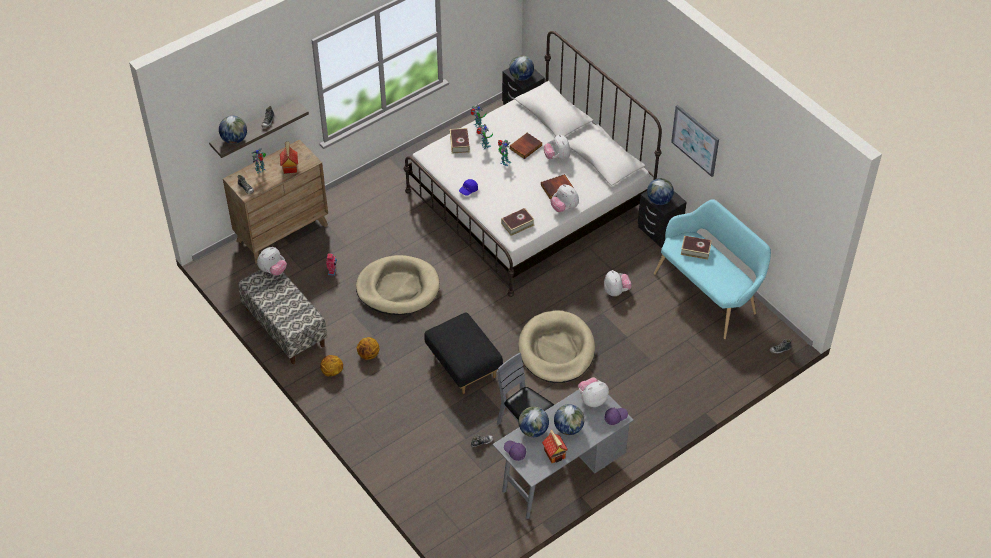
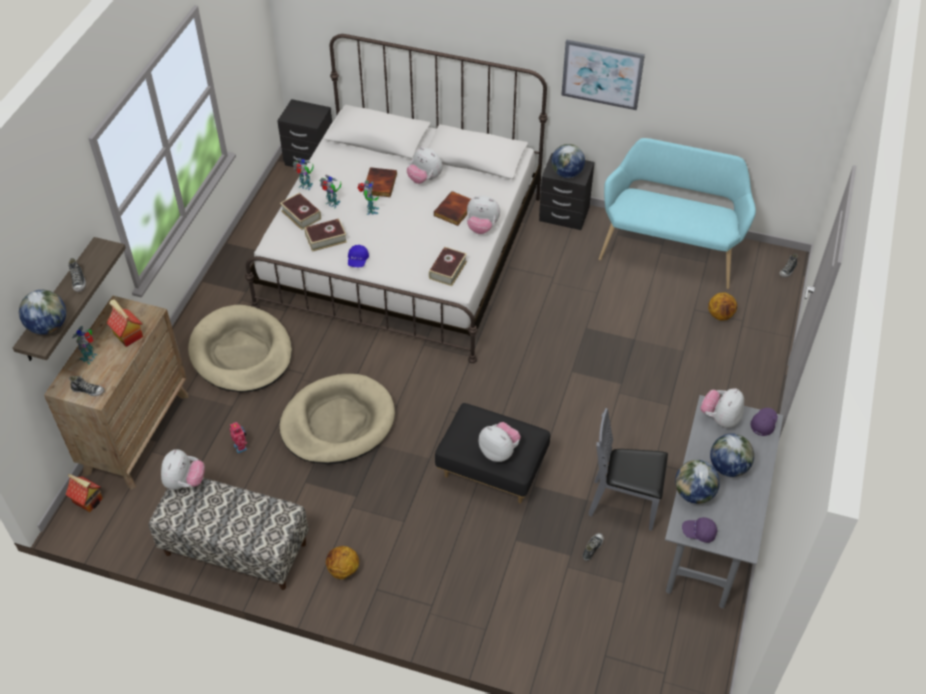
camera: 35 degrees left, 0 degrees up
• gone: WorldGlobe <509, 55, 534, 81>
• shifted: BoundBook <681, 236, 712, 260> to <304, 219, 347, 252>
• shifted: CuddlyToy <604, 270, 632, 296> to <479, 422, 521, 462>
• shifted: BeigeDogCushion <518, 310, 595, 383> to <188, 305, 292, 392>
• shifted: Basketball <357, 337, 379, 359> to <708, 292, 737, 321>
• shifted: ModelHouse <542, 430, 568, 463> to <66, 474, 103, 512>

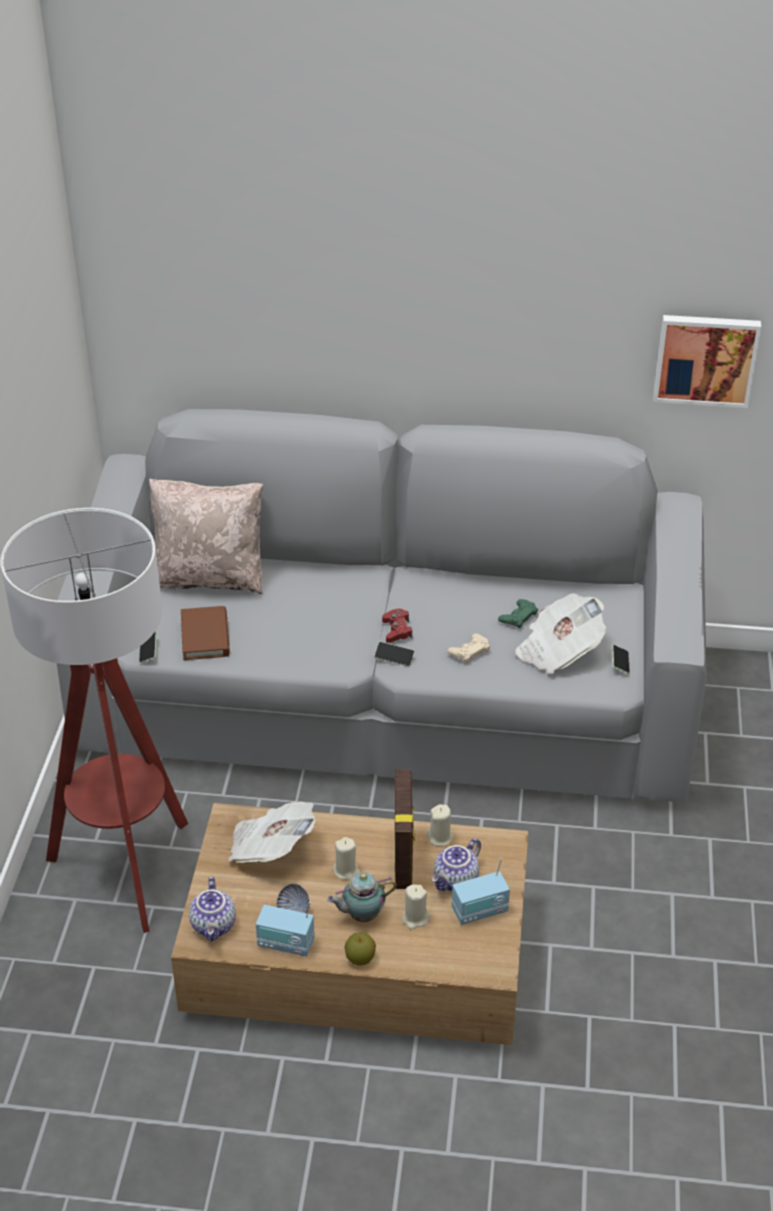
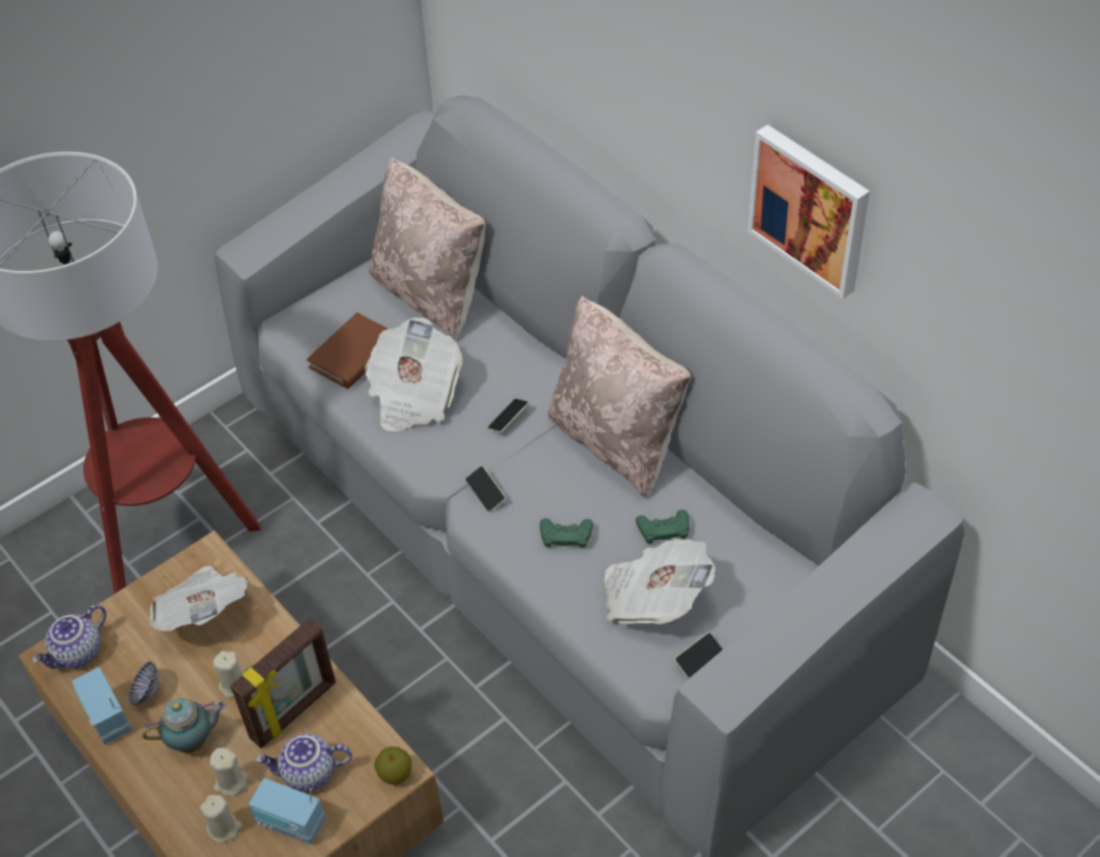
camera: 45 degrees right, 10 degrees up
• shifted: Picture <653, 315, 761, 408> to <748, 125, 870, 299>
• gone: RedColouredGamepad <382, 609, 412, 643>
• shifted: Telephone <139, 631, 157, 663> to <488, 399, 529, 433>
• repainted: BeigeGamepad <447, 634, 491, 663> to GreenGamepad <540, 518, 593, 548>
• shifted: BeigeWaxCandle <427, 804, 454, 846> to <200, 795, 242, 843>
• rotated: PotForTea <327, 872, 397, 922> = <142, 698, 226, 753> 135 degrees clockwise
• shifted: Apple <344, 932, 376, 966> to <374, 747, 412, 785>
• new: BeigePillow <547, 295, 690, 497>
• new: Newspaper <365, 317, 463, 431>

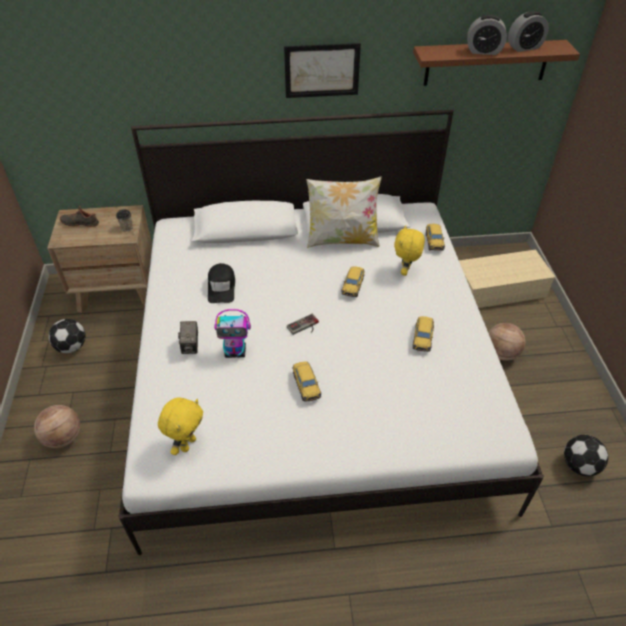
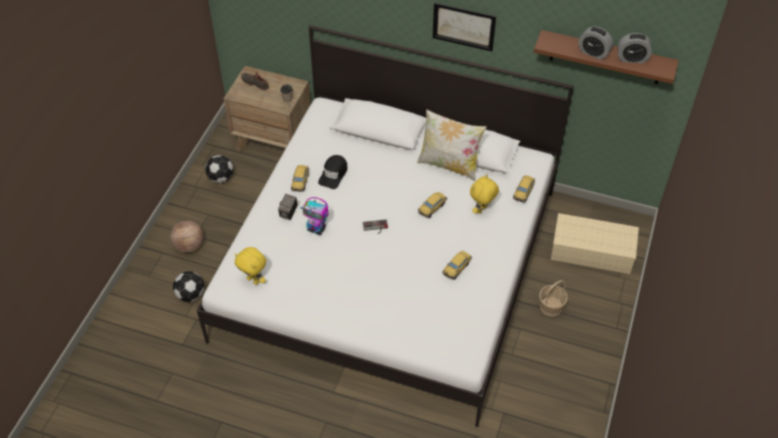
camera: 25 degrees right, 5 degrees up
• swapped: Basketball <488, 323, 525, 361> to Basket <539, 280, 568, 316>
• shifted: ToyCar <292, 361, 321, 402> to <291, 165, 309, 192>
• rotated: YellowCuddlyToy <158, 398, 203, 455> = <235, 247, 266, 285> 75 degrees clockwise
• shifted: Football <564, 435, 608, 476> to <173, 271, 204, 302>

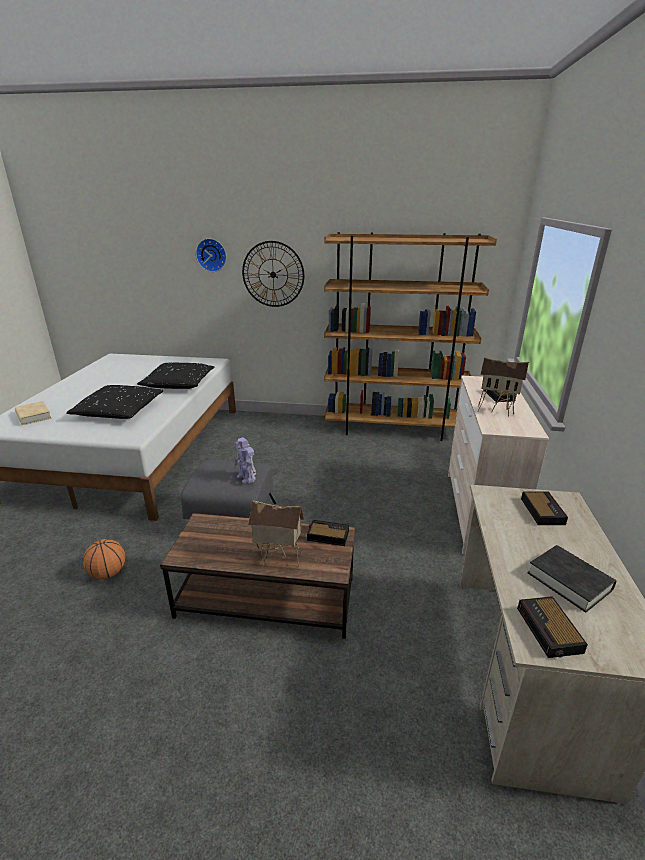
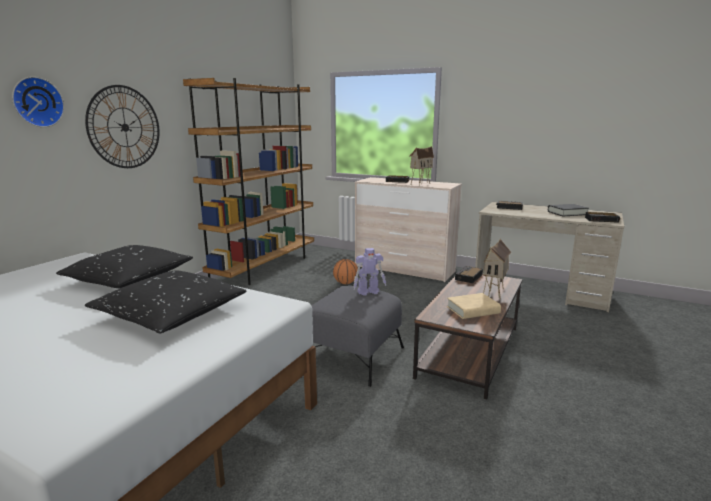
camera: 70 degrees left, 10 degrees down
• shifted: BeigeBoundBook <15, 401, 52, 425> to <447, 293, 501, 319>
• shifted: Basketball <83, 539, 125, 579> to <333, 259, 358, 284>

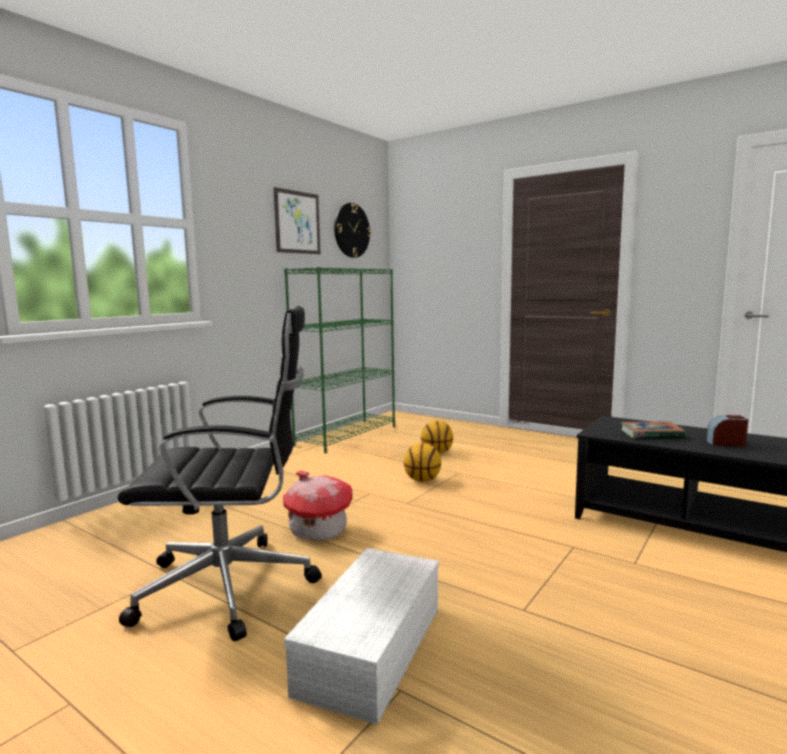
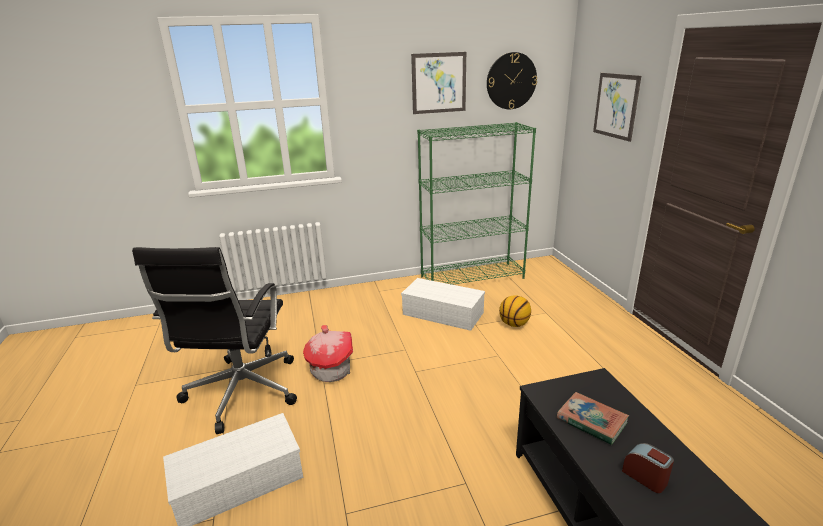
camera: 40 degrees right, 15 degrees up
• rotated: BlackColouredComputerChair <118, 306, 322, 641> = <132, 247, 297, 434> 60 degrees clockwise
• gone: Basketball <404, 443, 441, 482>
• new: Picture <593, 73, 641, 142>
• new: WhitishStorageContainer <401, 278, 485, 331>

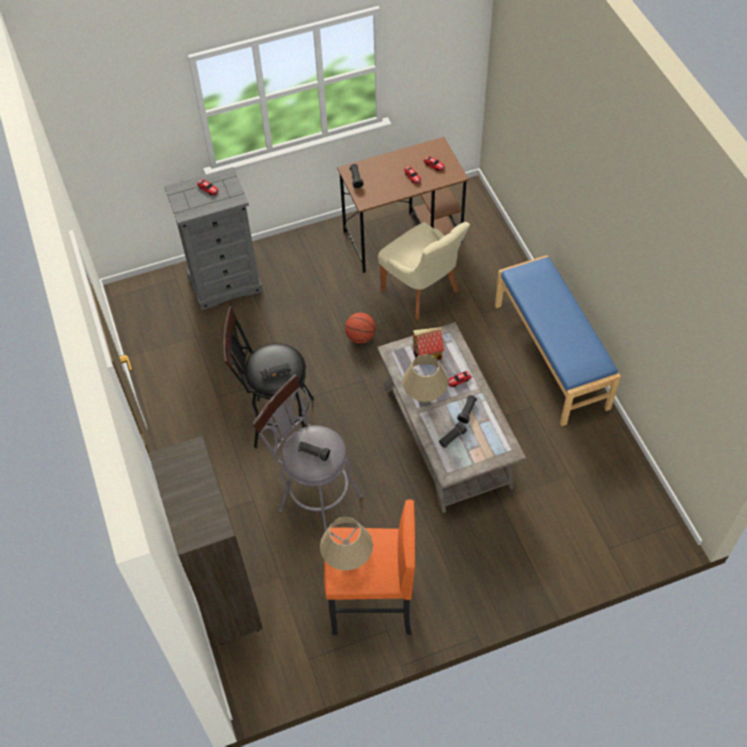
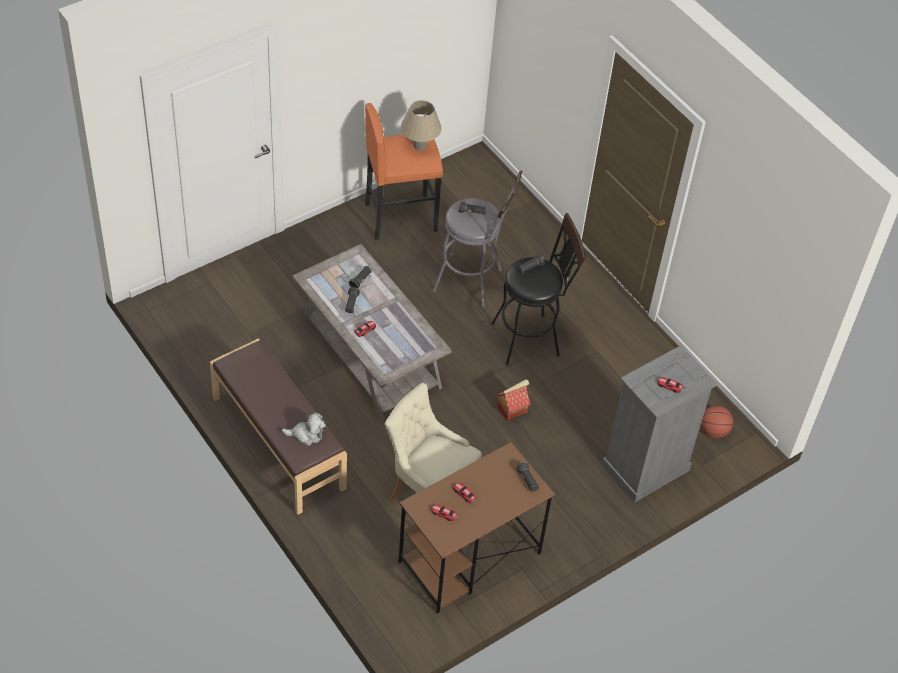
camera: 160 degrees right, 5 degrees down
• repainted: BlueColouredIndoorBench <495, 255, 621, 426> to BrownishIndoorBench <210, 338, 347, 515>
• shifted: Basketball <345, 313, 376, 344> to <701, 405, 733, 438>
• shifted: ModelHouse <412, 327, 444, 360> to <496, 379, 531, 421>
• gone: BeigeTableLamp <402, 354, 448, 404>
• gone: BrownishBookshelf <148, 436, 263, 646>
• new: CuddlyToy <281, 412, 326, 446>

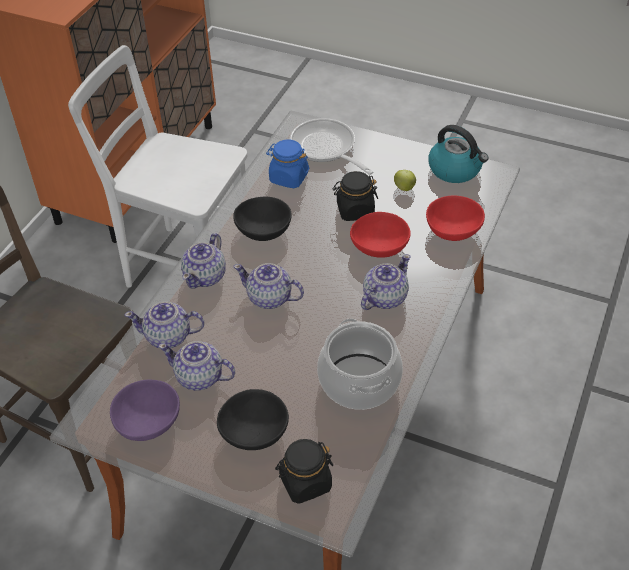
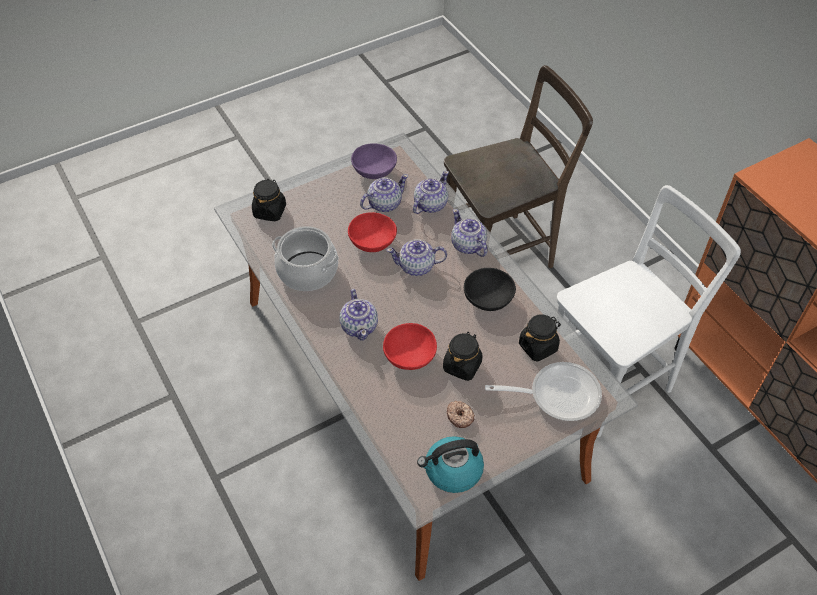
camera: 125 degrees right, 5 degrees up
• repainted: BlueColouredJar <266, 139, 309, 188> to BlackColouredJar <519, 314, 561, 362>
• swapped: Apple <394, 170, 416, 191> to RingDoughnut <447, 401, 475, 428>
• shifted: RedColouredDeepDish <426, 196, 485, 241> to <348, 212, 397, 252>
• rotated: PotForTea <233, 263, 304, 309> = <387, 239, 447, 276> 150 degrees counterclockwise
• gone: BlackColouredDeepDish <217, 389, 289, 450>

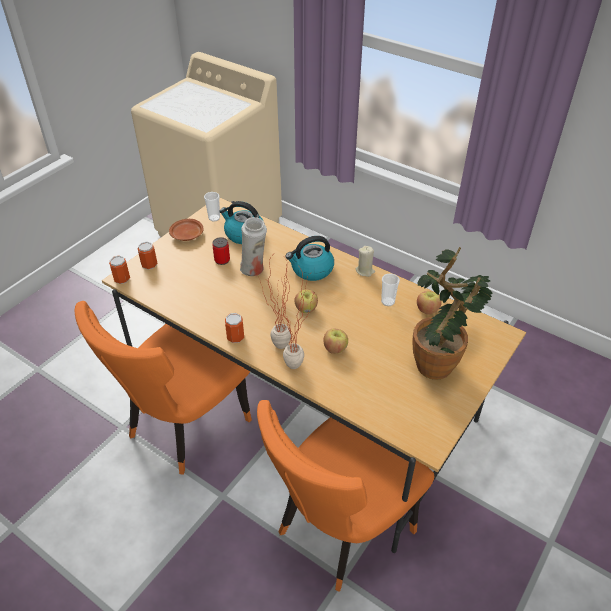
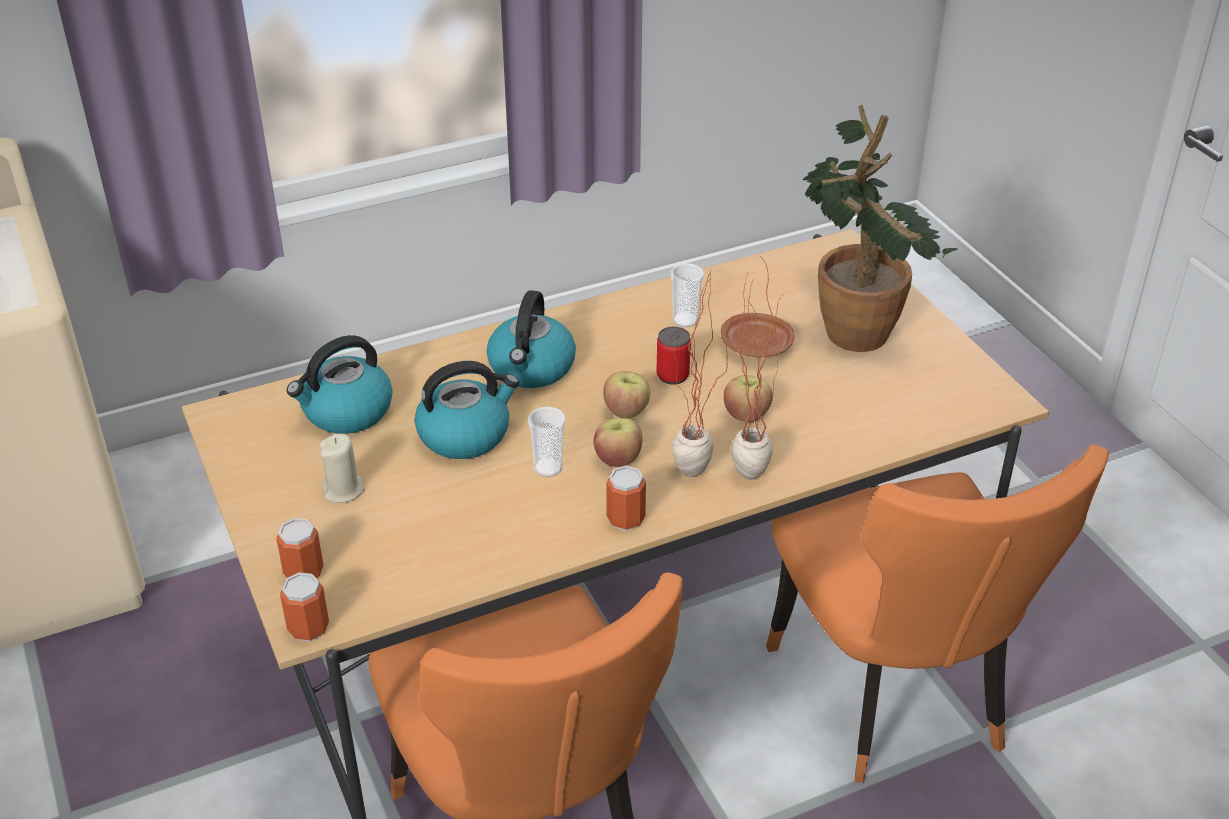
camera: 60 degrees left, 5 degrees down
• shifted: Cup <204, 192, 220, 221> to <528, 407, 566, 477>
• swapped: WhitishVase <240, 217, 267, 276> to TeaKettle <415, 361, 519, 459>
• shifted: BrownishFlatDish <169, 219, 204, 241> to <721, 313, 794, 357>
• shifted: MetalCan <212, 237, 230, 265> to <656, 327, 691, 385>
• shifted: BeigeWaxCandle <356, 246, 375, 277> to <320, 434, 365, 503>
• shifted: Apple <417, 291, 442, 315> to <594, 418, 642, 467>

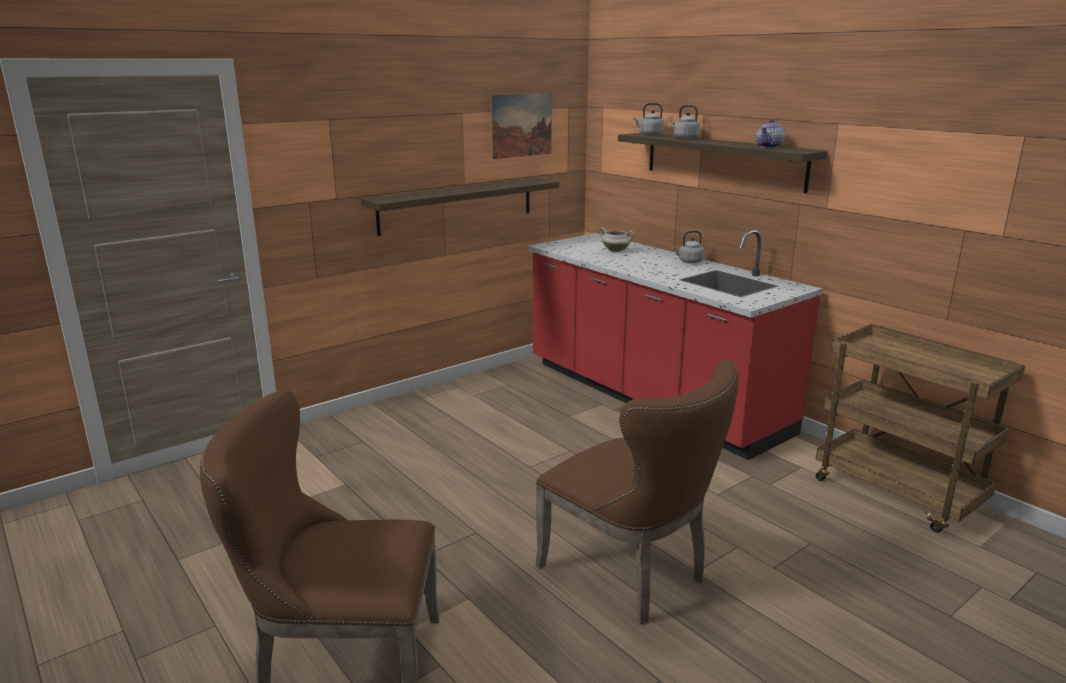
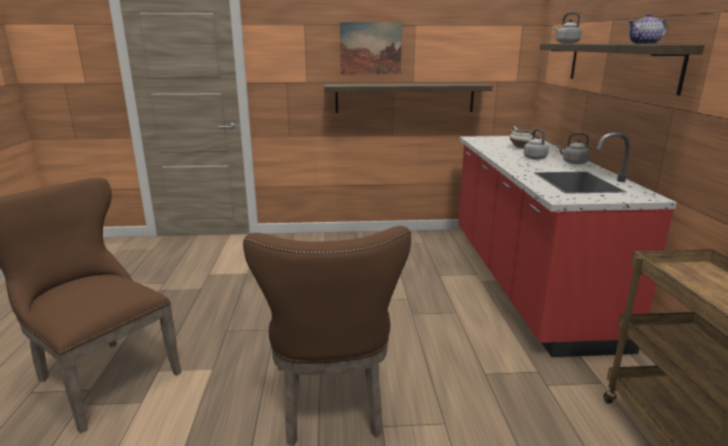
camera: 35 degrees right, 0 degrees up
• shifted: Picture <491, 93, 552, 159> to <340, 22, 402, 74>
• shifted: GreyishTeaKettle <670, 105, 700, 139> to <524, 129, 549, 159>

